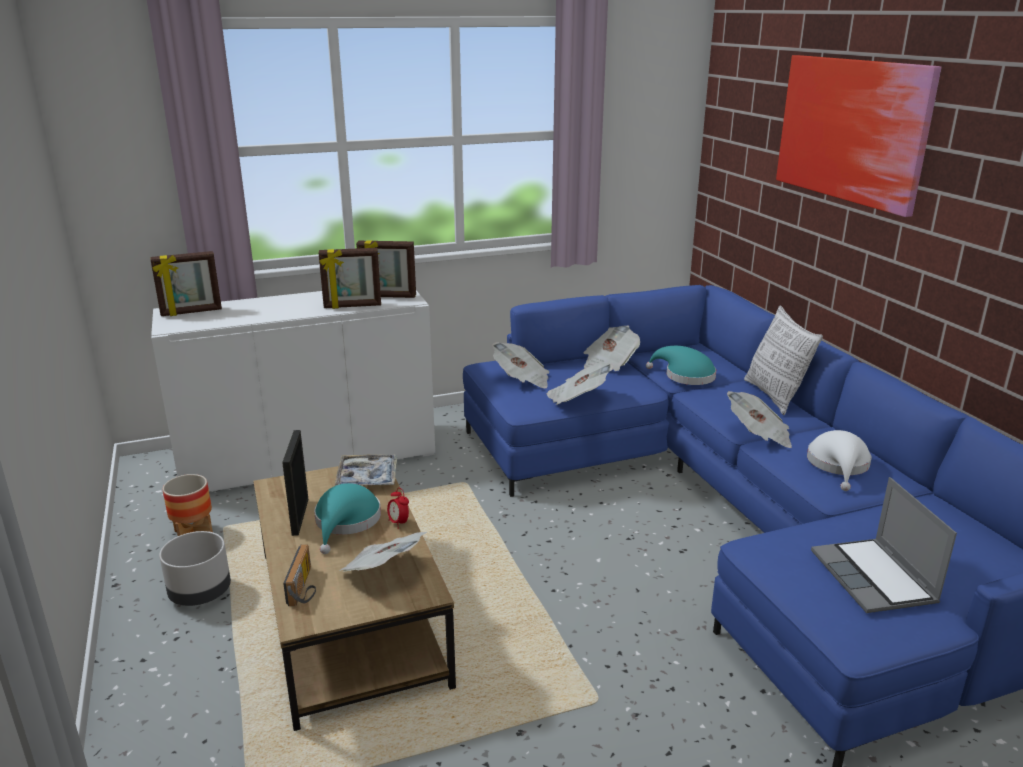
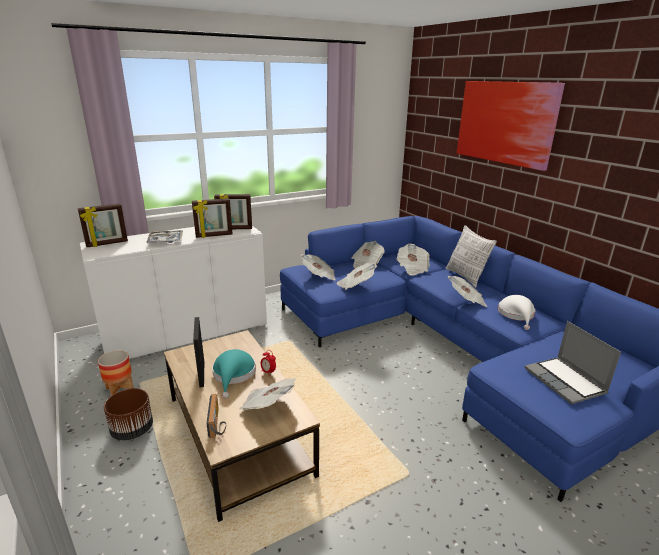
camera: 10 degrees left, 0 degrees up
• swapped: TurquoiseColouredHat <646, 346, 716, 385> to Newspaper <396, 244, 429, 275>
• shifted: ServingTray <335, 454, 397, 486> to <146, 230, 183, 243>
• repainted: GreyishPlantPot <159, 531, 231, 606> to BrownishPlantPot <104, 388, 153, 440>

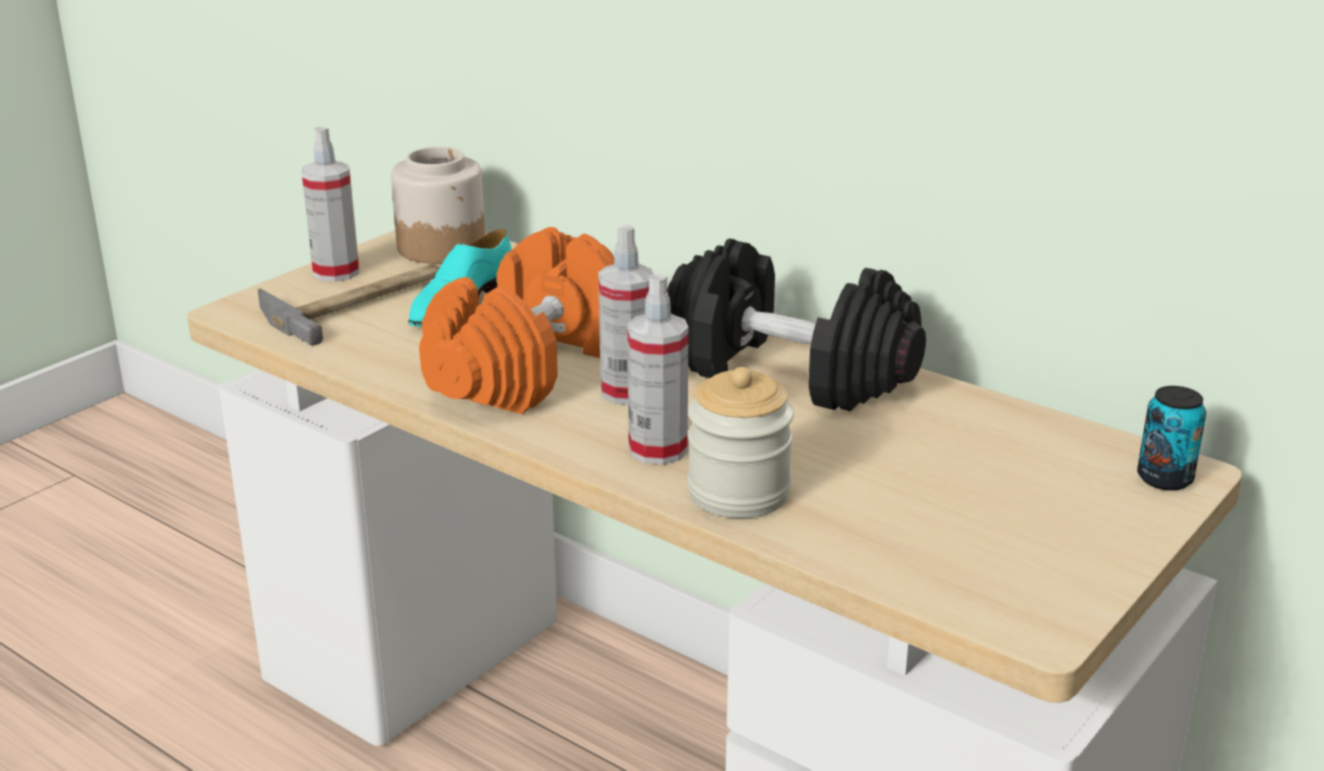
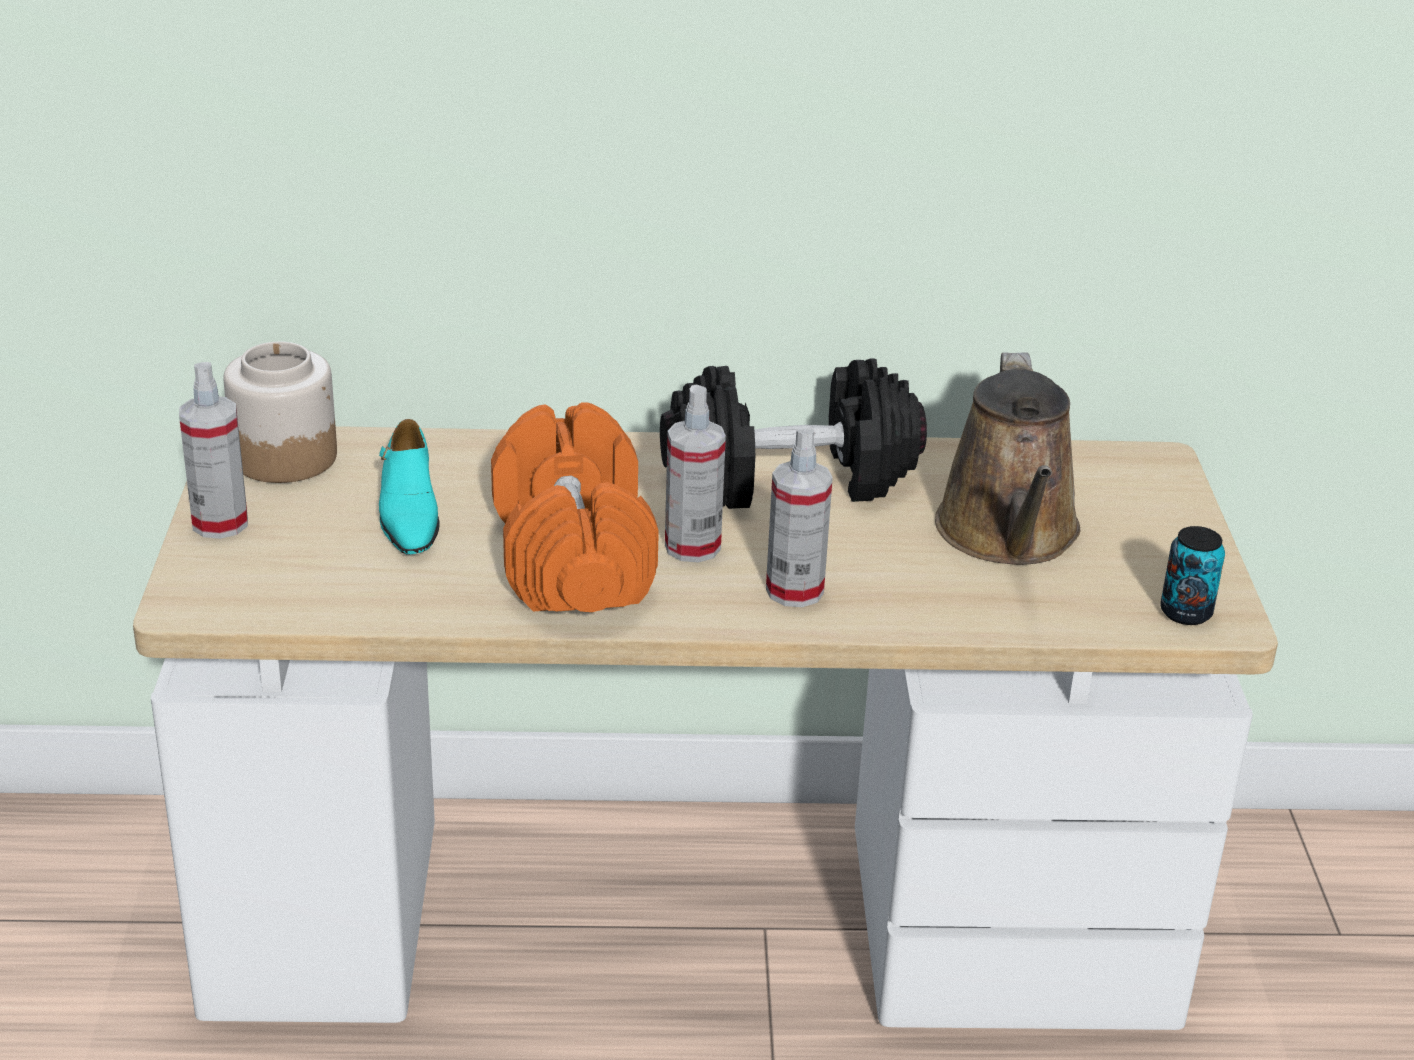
camera: 40 degrees left, 5 degrees up
• gone: Hammer <258, 264, 440, 346>
• gone: Jar <687, 367, 794, 518>
• shifted: MetalCan <1137, 386, 1206, 491> to <1160, 526, 1225, 625>
• new: BrownishSprinklingCan <935, 352, 1080, 565>

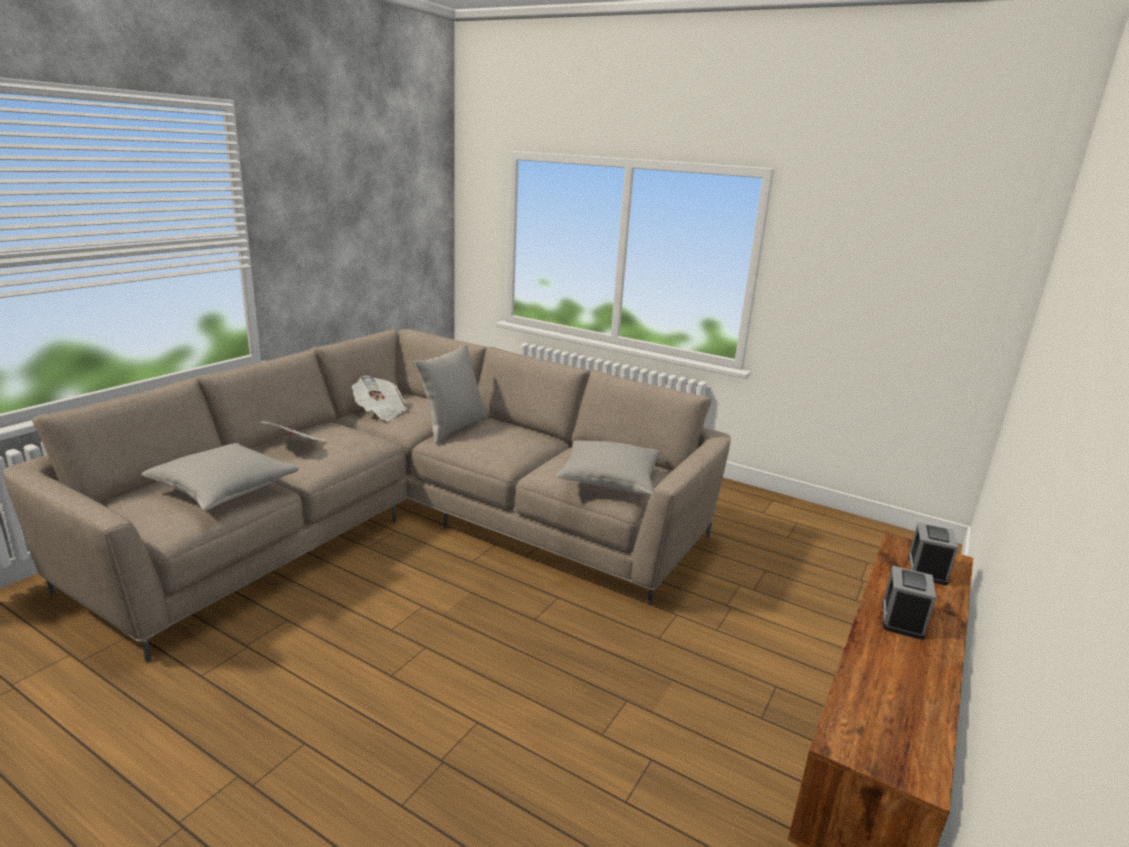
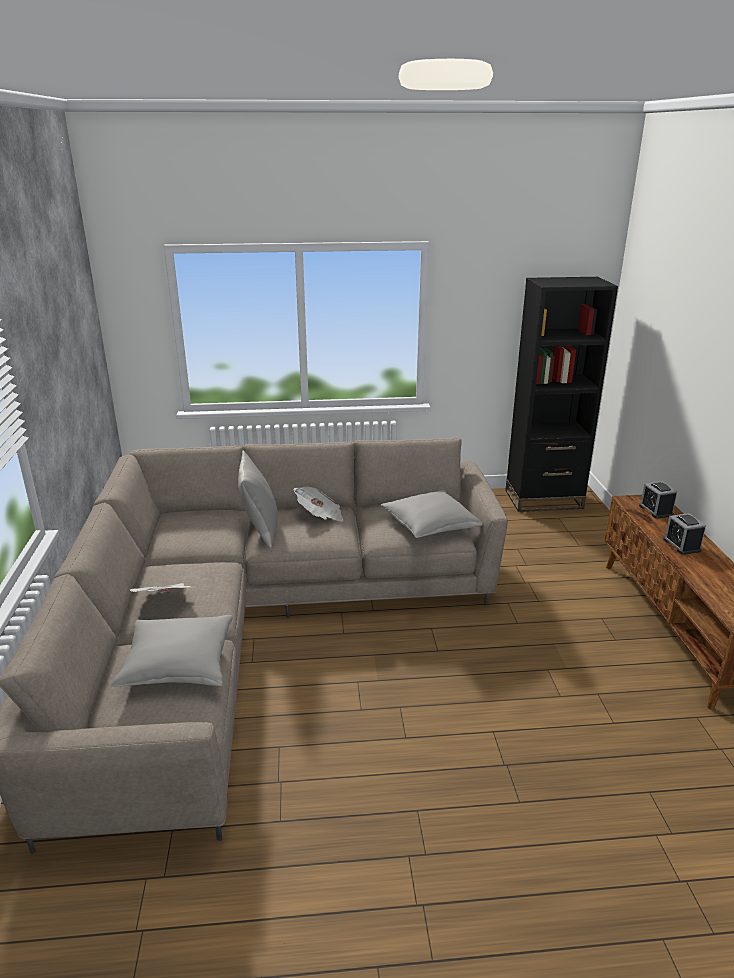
camera: 35 degrees left, 5 degrees up
• shifted: Newspaper <352, 376, 407, 421> to <294, 486, 343, 522>
• new: BlackColouredBookshelf <505, 277, 618, 512>

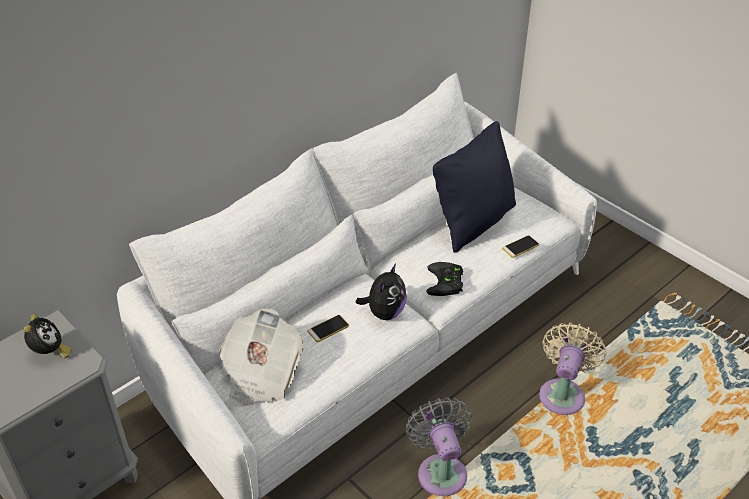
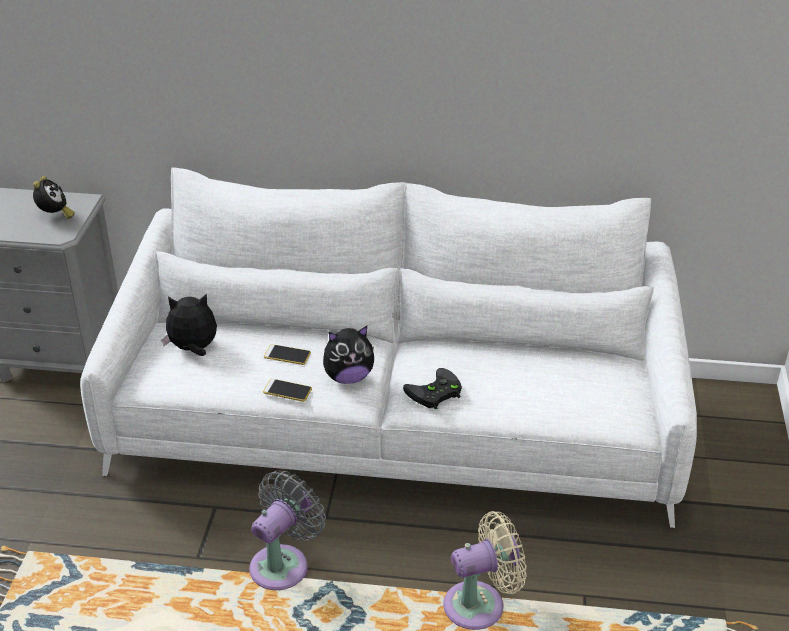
camera: 50 degrees right, 5 degrees down
• gone: BlackColouredPillow <433, 121, 516, 252>
• shifted: Telephone <502, 235, 539, 258> to <263, 379, 312, 402>
• swapped: Newspaper <219, 308, 303, 407> to CuddlyToy <161, 293, 217, 356>
• rotated: AlarmClock <24, 314, 72, 359> = <33, 176, 75, 219> 45 degrees counterclockwise

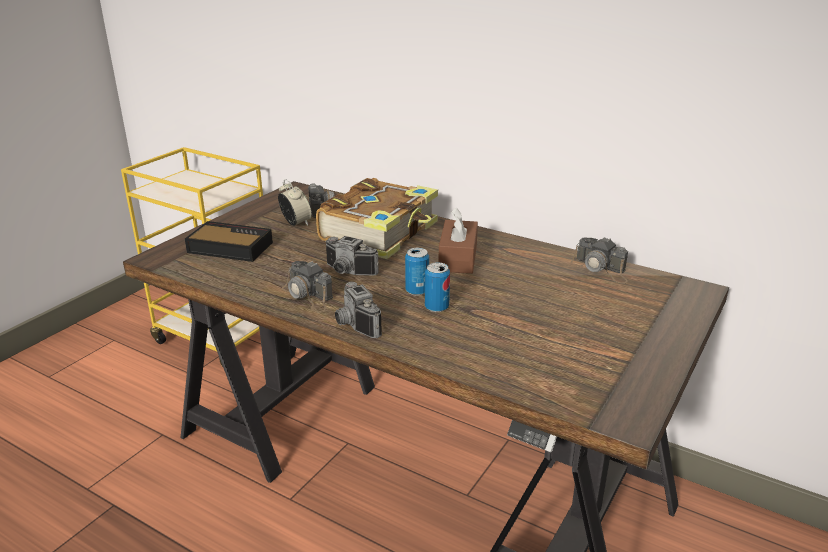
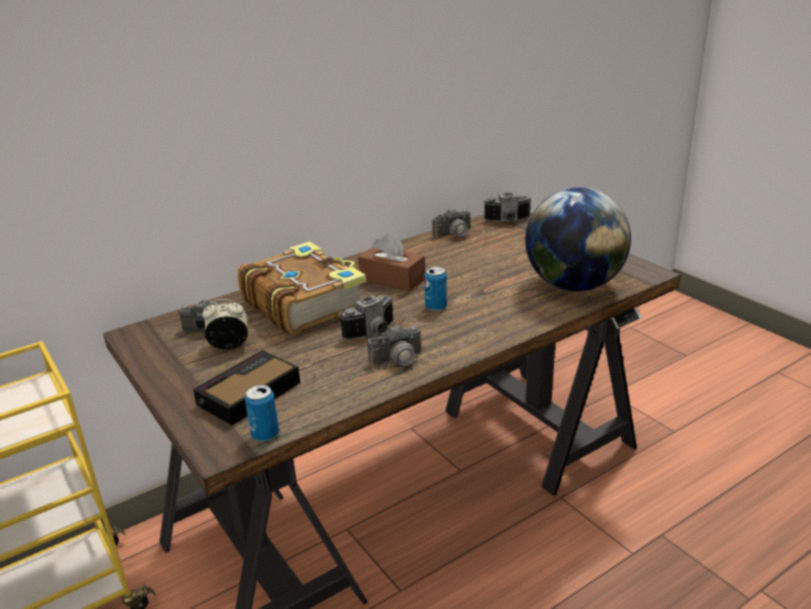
camera: 65 degrees left, 0 degrees up
• shifted: MetalCan <425, 262, 450, 312> to <245, 385, 279, 442>
• shifted: PhotoCamera <335, 282, 382, 338> to <483, 193, 532, 222>
• new: WorldGlobe <525, 187, 631, 291>

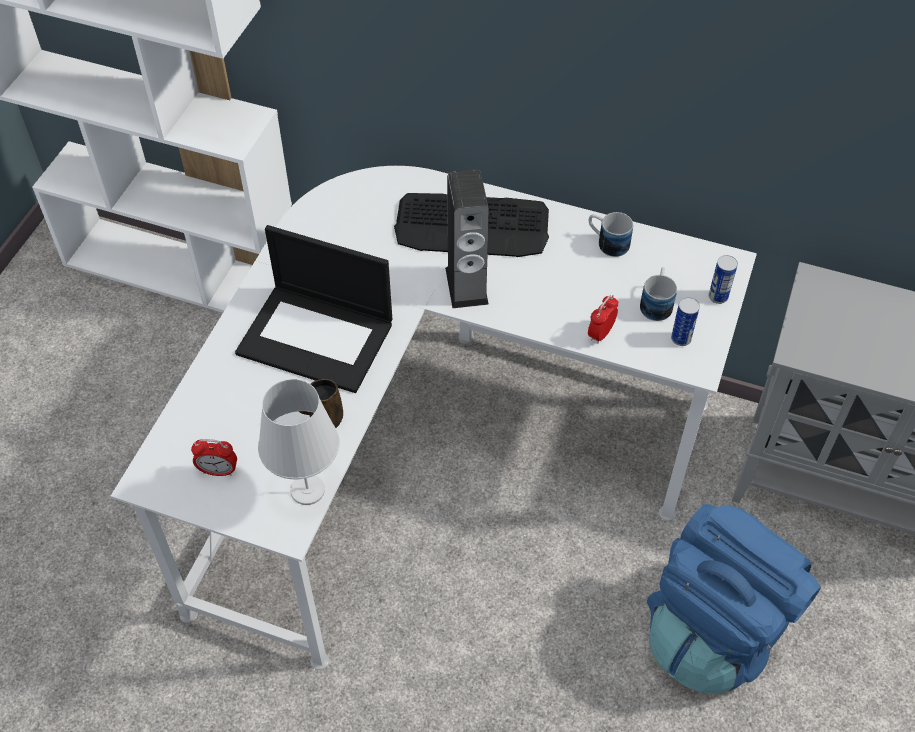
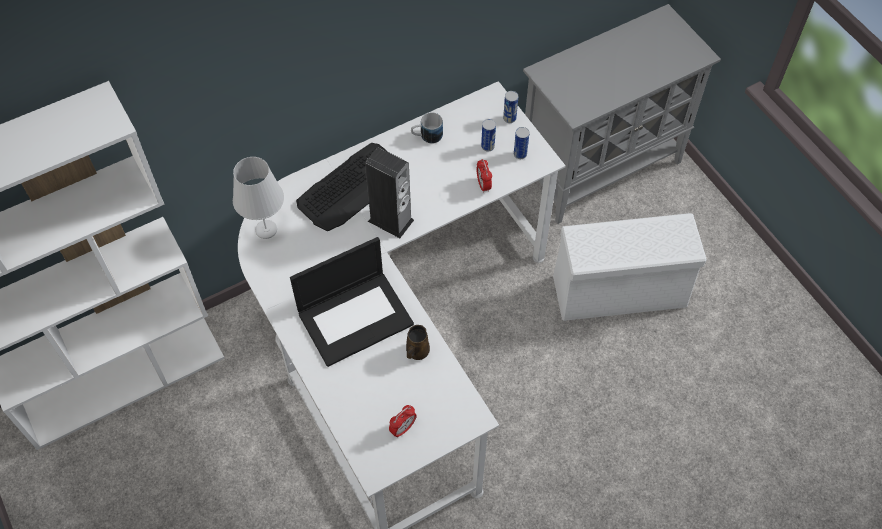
camera: 50 degrees left, 5 degrees up
• swapped: Mug <640, 267, 677, 321> to MetalCan <481, 119, 496, 152>
• shifted: WhitishTableLamp <258, 379, 340, 505> to <233, 157, 284, 239>
• swapped: BlueColouredBackpack <647, 504, 821, 694> to WhitishStorageContainer <553, 213, 707, 321>

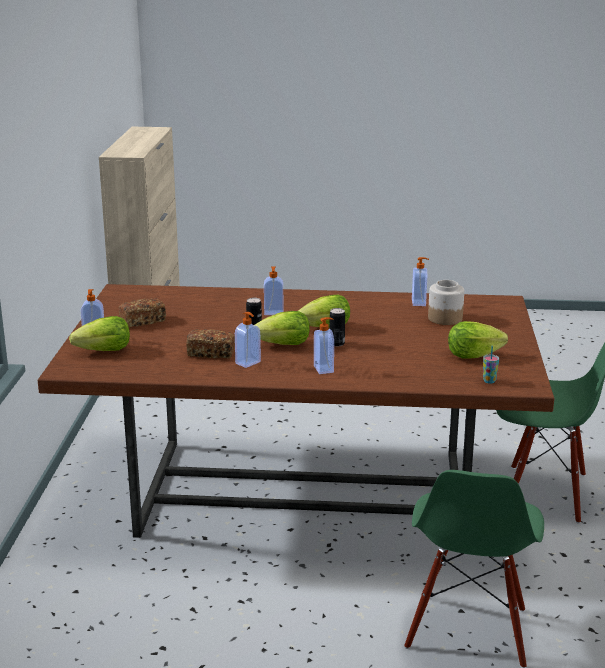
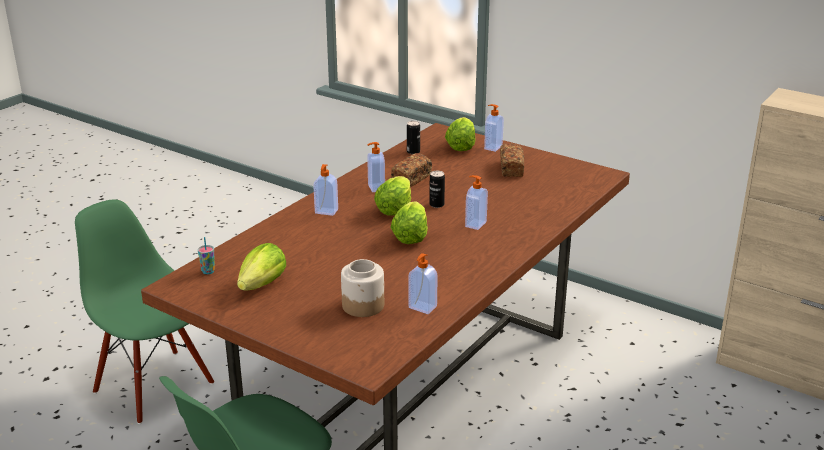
camera: 120 degrees right, 5 degrees up
• shifted: MetalCan <330, 308, 345, 347> to <407, 121, 420, 154>

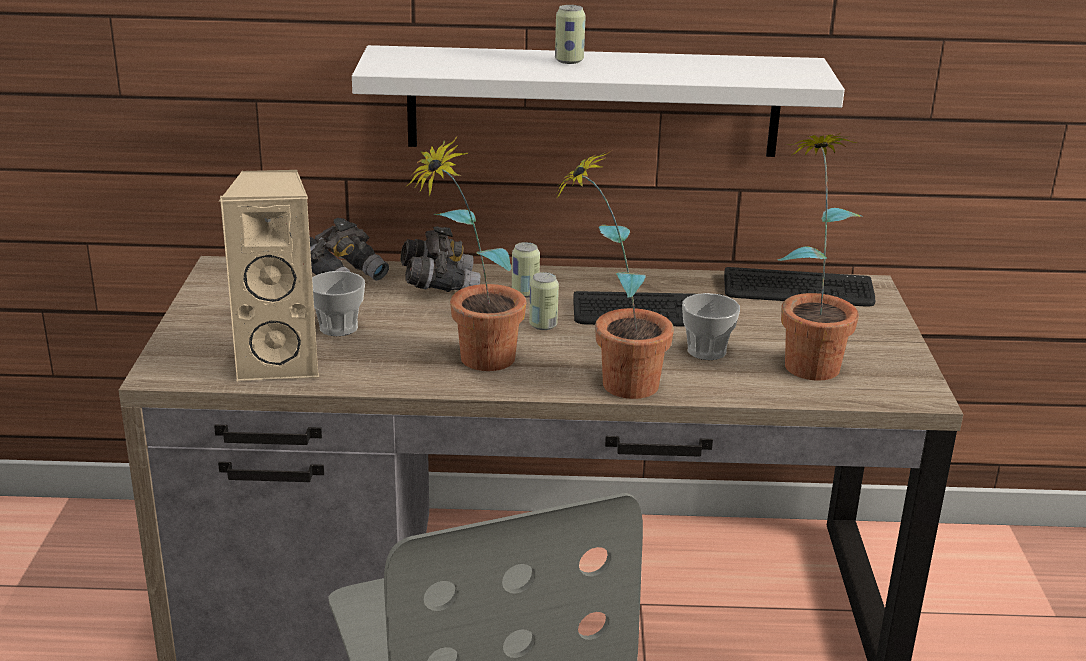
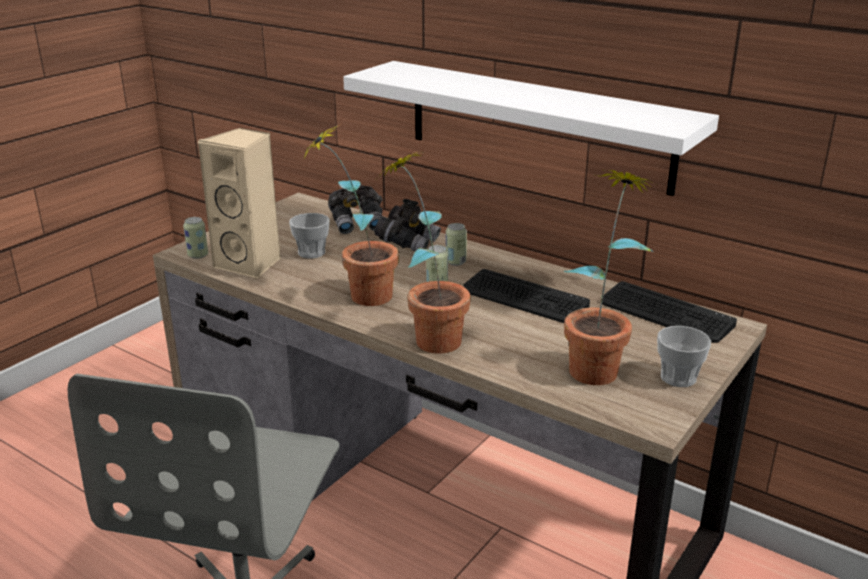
camera: 35 degrees right, 0 degrees up
• shifted: MetalCan <555, 5, 586, 64> to <183, 217, 208, 259>
• shifted: Cup <682, 293, 740, 360> to <657, 326, 711, 387>

